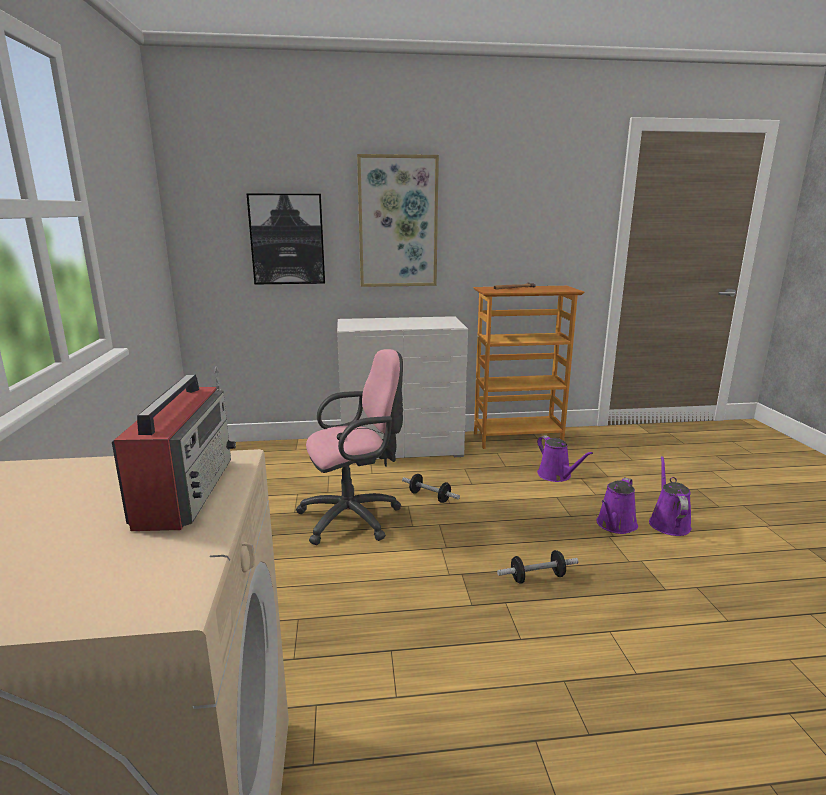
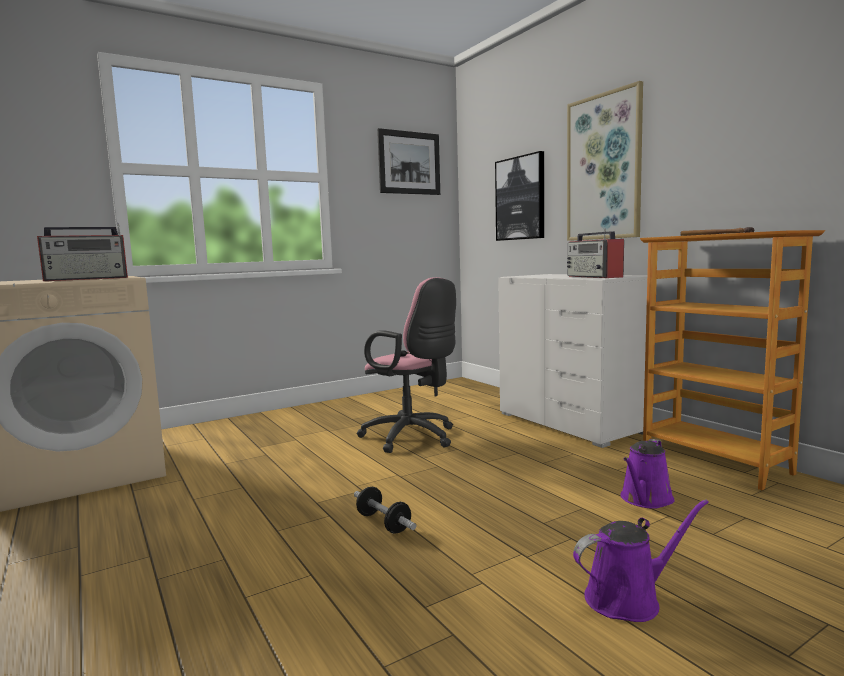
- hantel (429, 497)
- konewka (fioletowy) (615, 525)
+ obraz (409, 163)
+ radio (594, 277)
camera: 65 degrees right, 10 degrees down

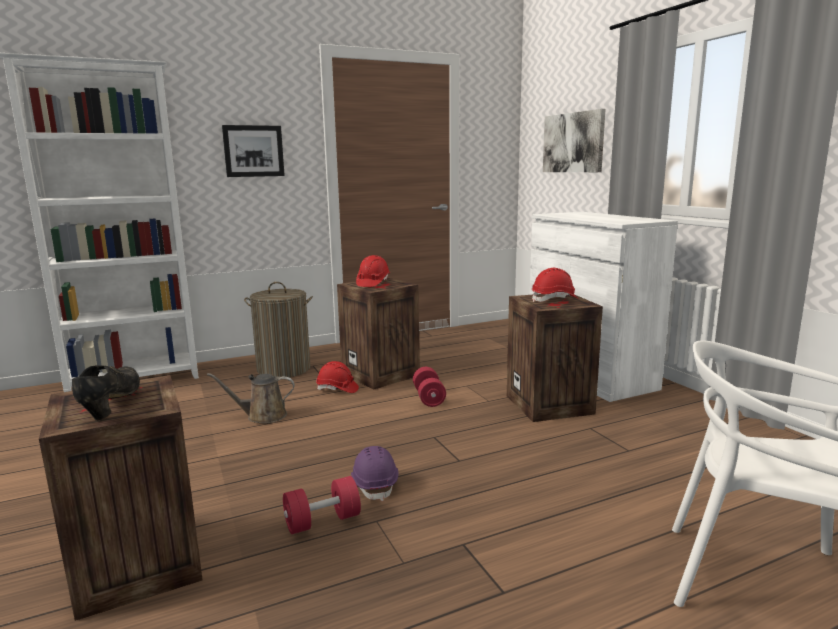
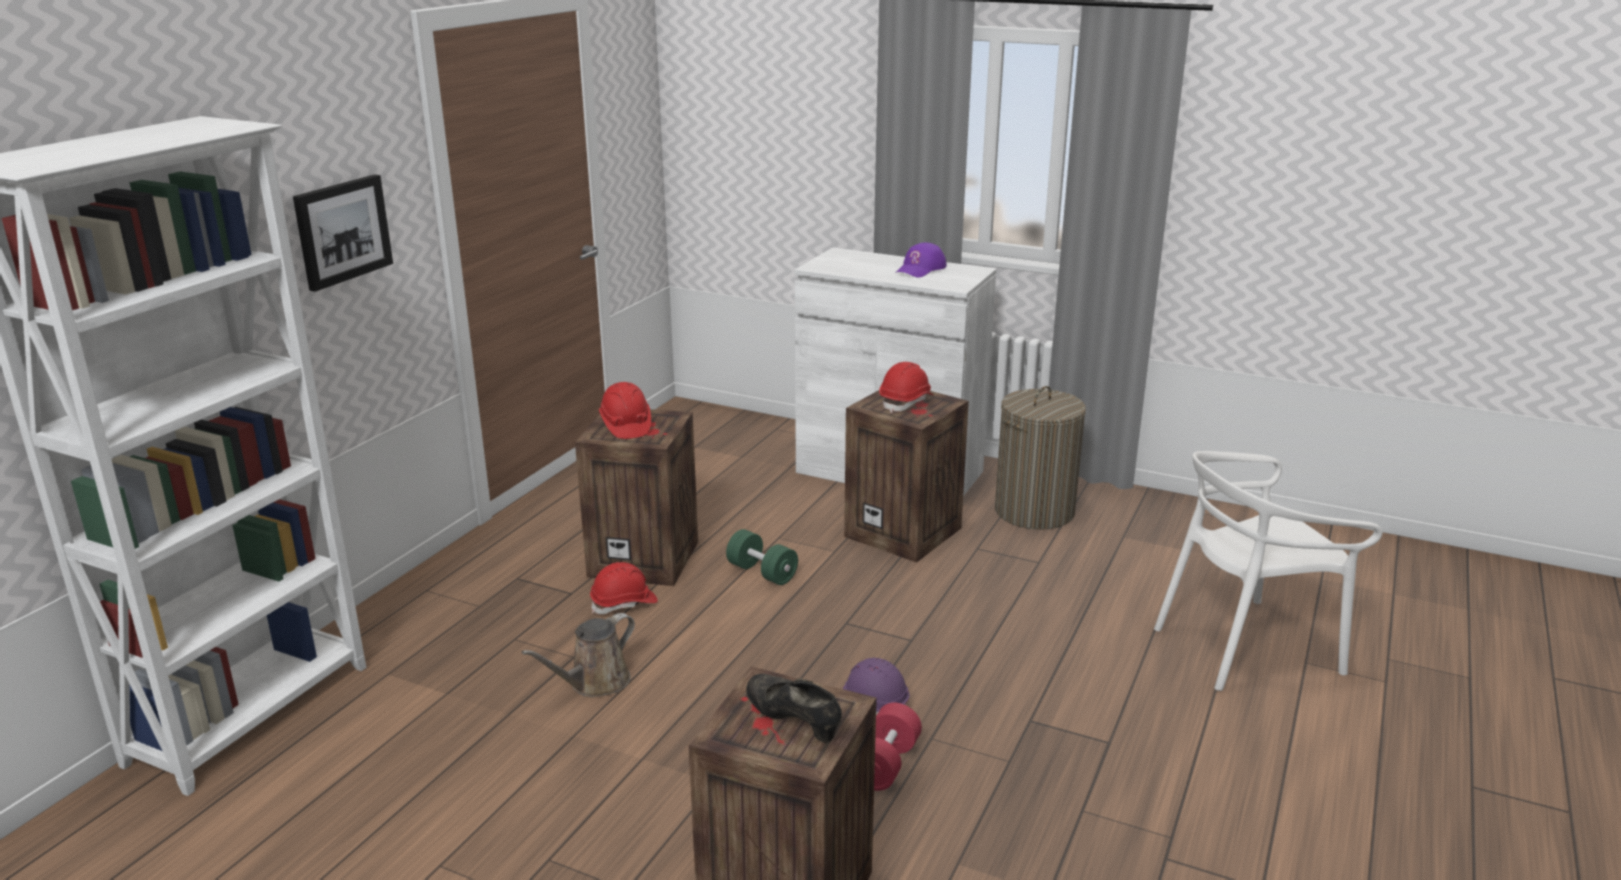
~ kosz na pranie (284, 369) to (1034, 511)
~ hantel (czerwony) (429, 398) to hantel (zielony) (762, 572)
- obraz (573, 142)
+ czapka z daszkiem (fioletowy) (921, 269)
camera: 40 degrees left, 10 degrees up

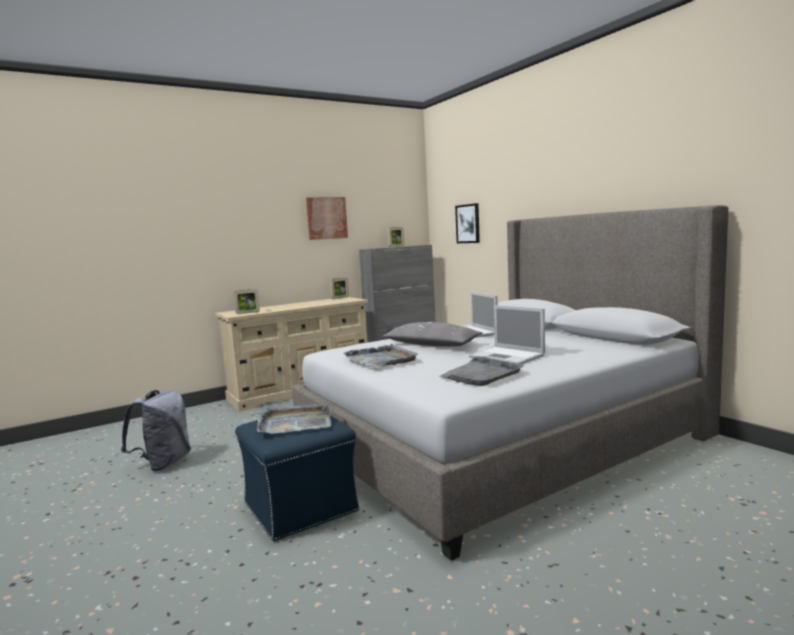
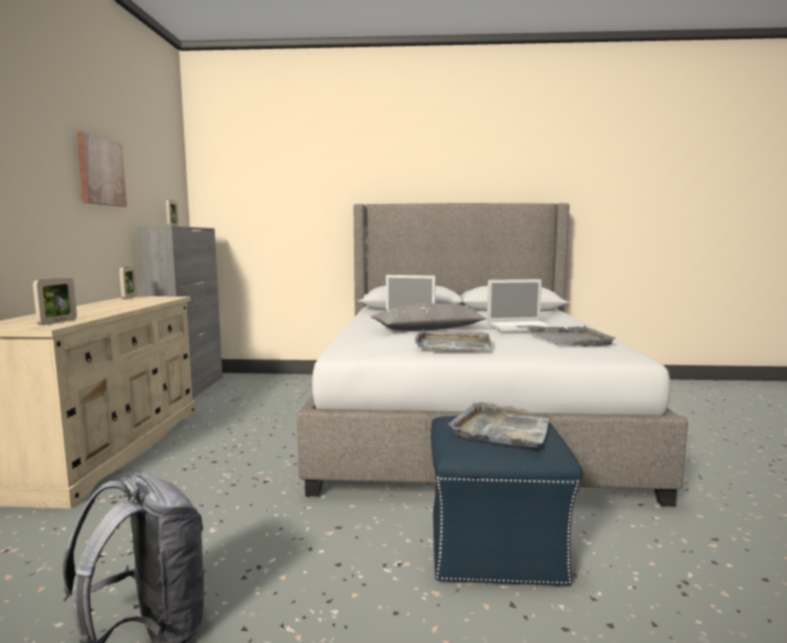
- obraz (468, 223)
camera: 55 degrees left, 0 degrees up

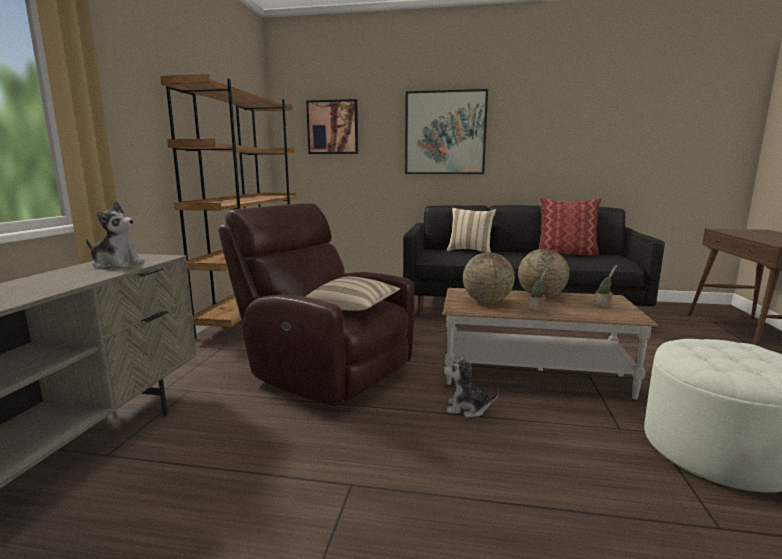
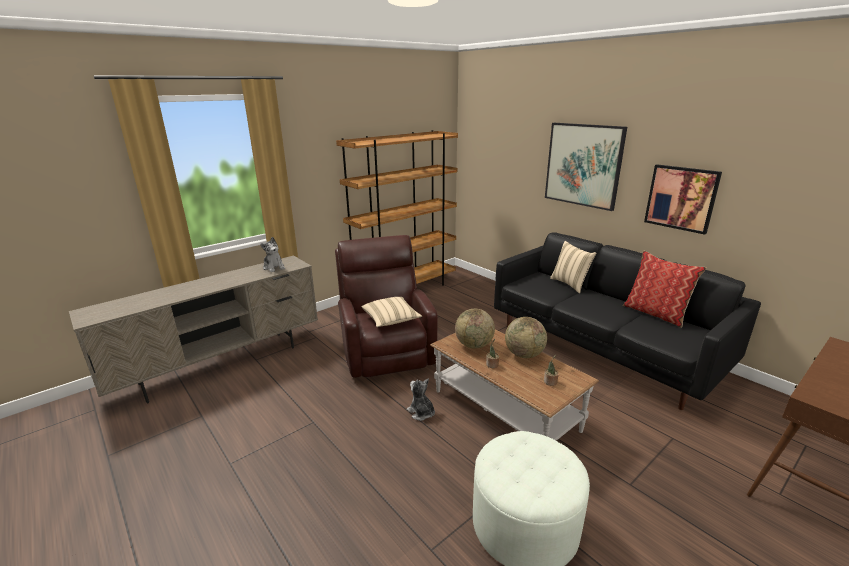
~ obraz (333, 127) to (681, 198)
camera: 40 degrees right, 10 degrees up

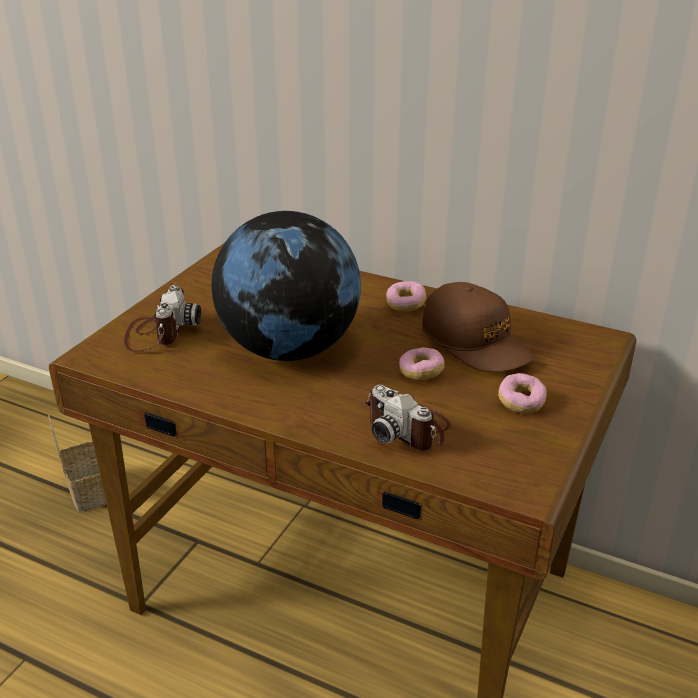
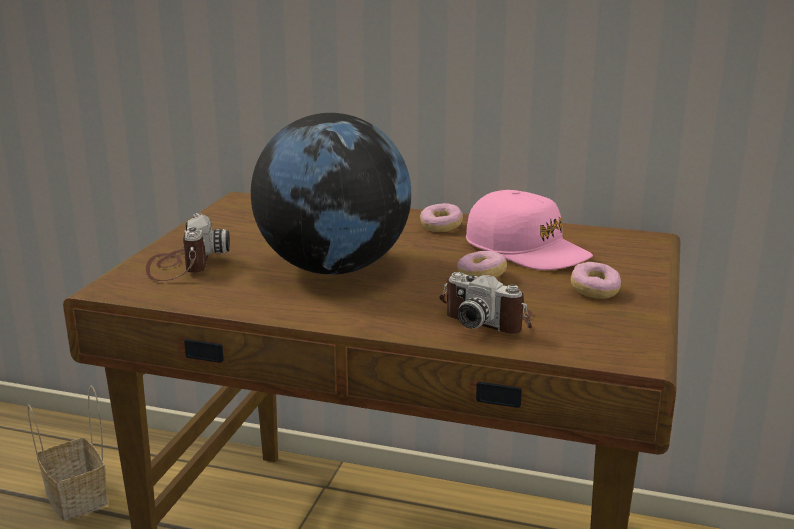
~ czapka z daszkiem (brązowy) (476, 342) to czapka z daszkiem (różowy) (526, 250)
camera: 10 degrees left, 10 degrees down

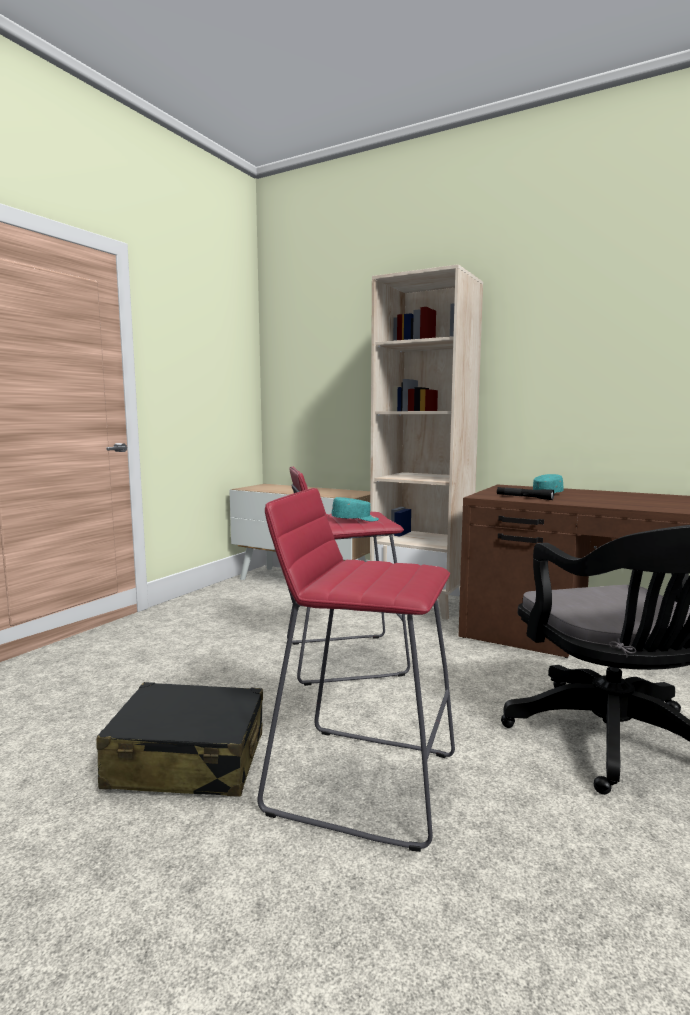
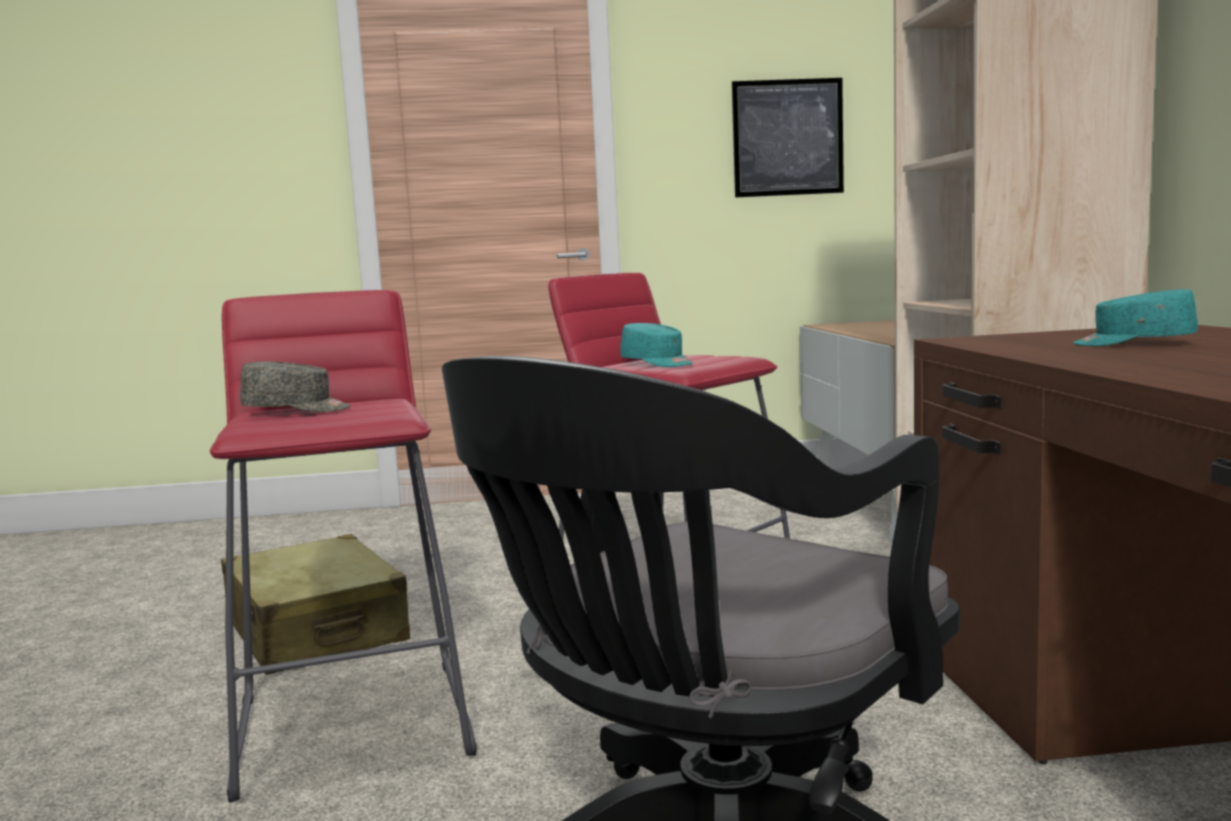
~ walizka (czarny) (187, 761) to walizka (beżowy) (316, 631)
- latarka (czarny) (524, 497)
+ czapka z daszkiem (szary) (297, 410)
+ obraz (788, 138)
camera: 55 degrees right, 0 degrees up

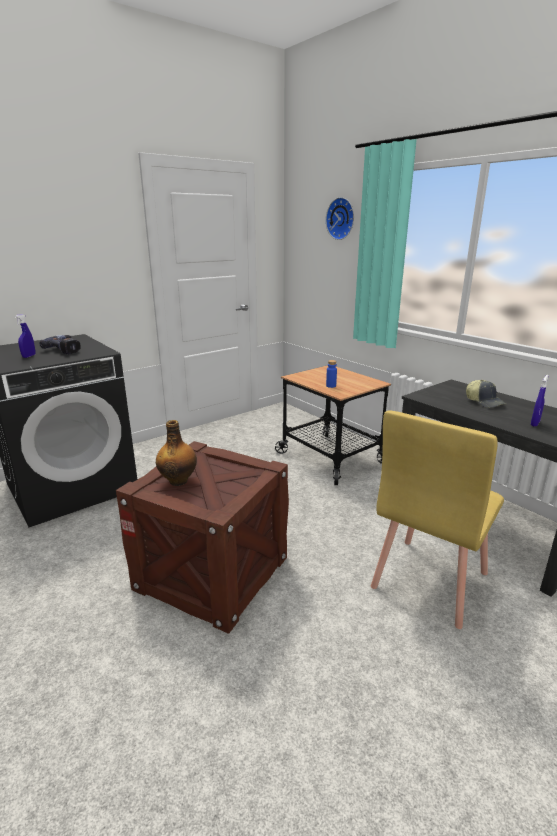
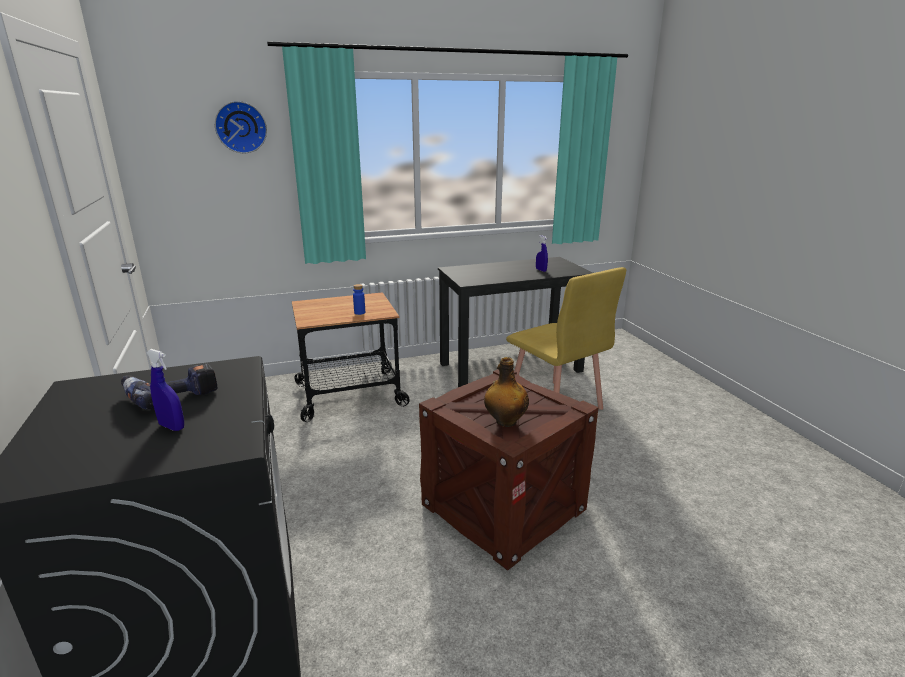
- czapka z daszkiem (484, 402)
camera: 70 degrees left, 0 degrees up

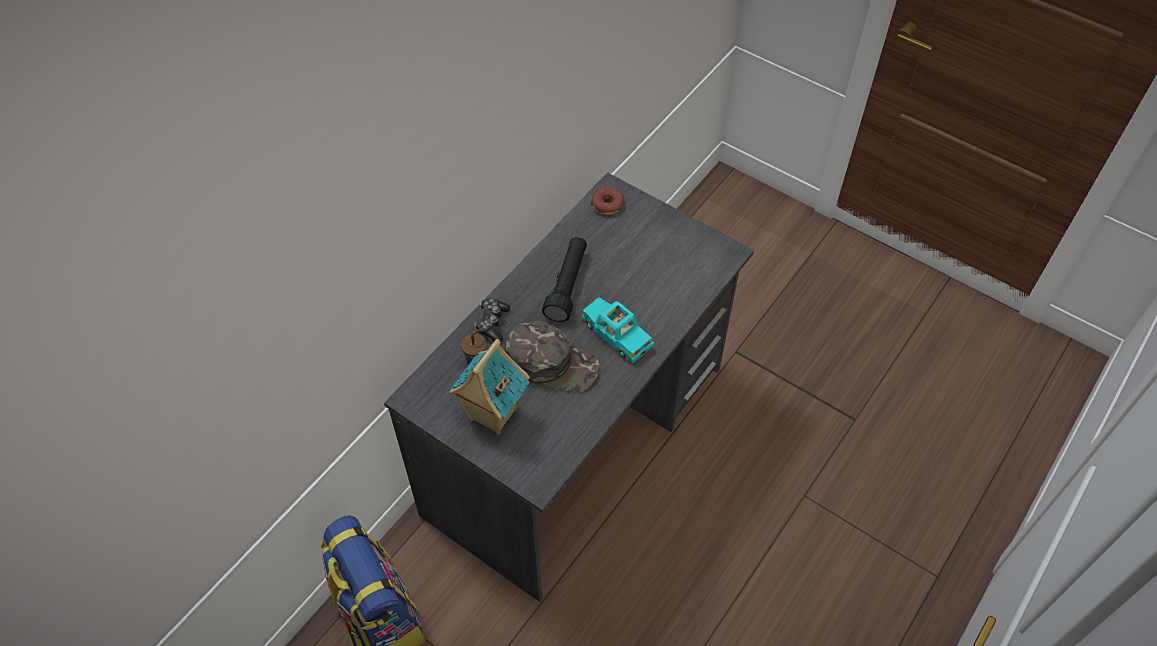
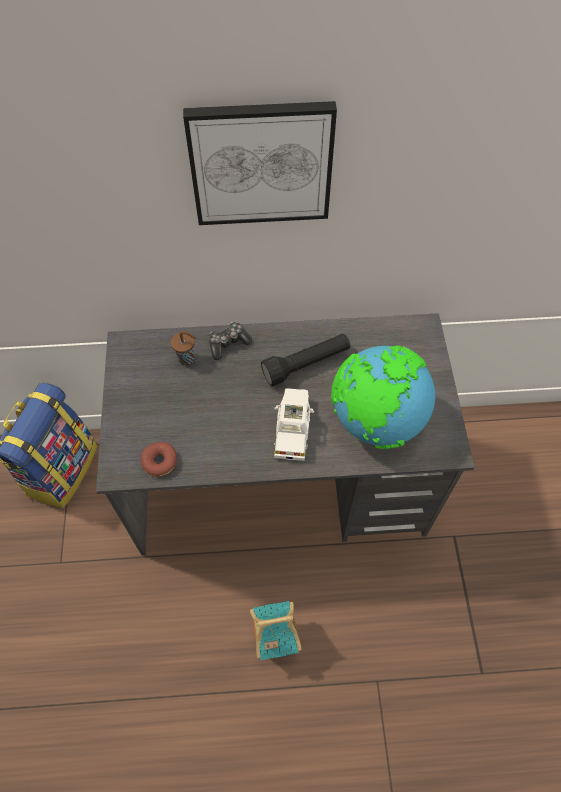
~ domek (492, 415) to (274, 638)
- czapka z daszkiem (zielony) (552, 363)
~ samochodzik (turkusowy) (616, 334) to samochodzik (biały) (293, 428)
~ donut (607, 204) to (160, 462)
+ obraz (261, 163)
+ globus (375, 421)
camera: 50 degrees right, 5 degrees up

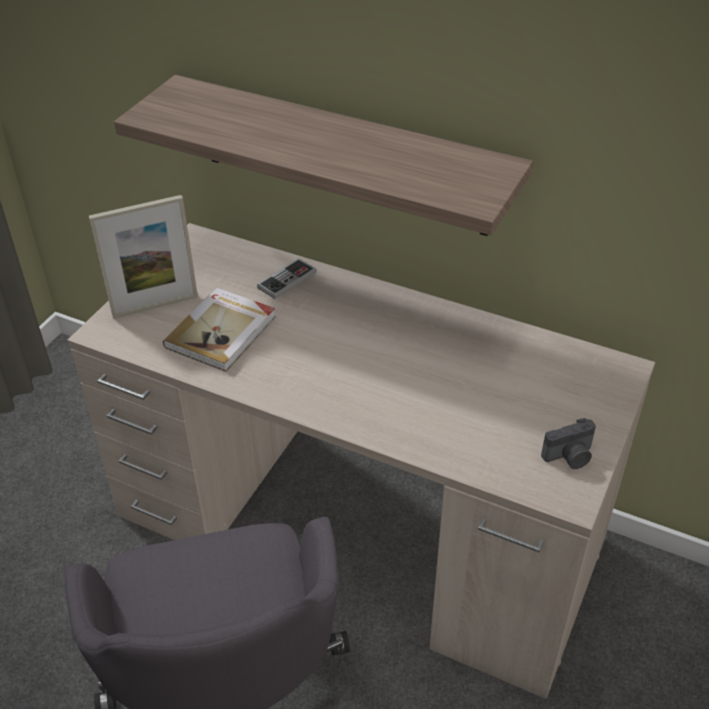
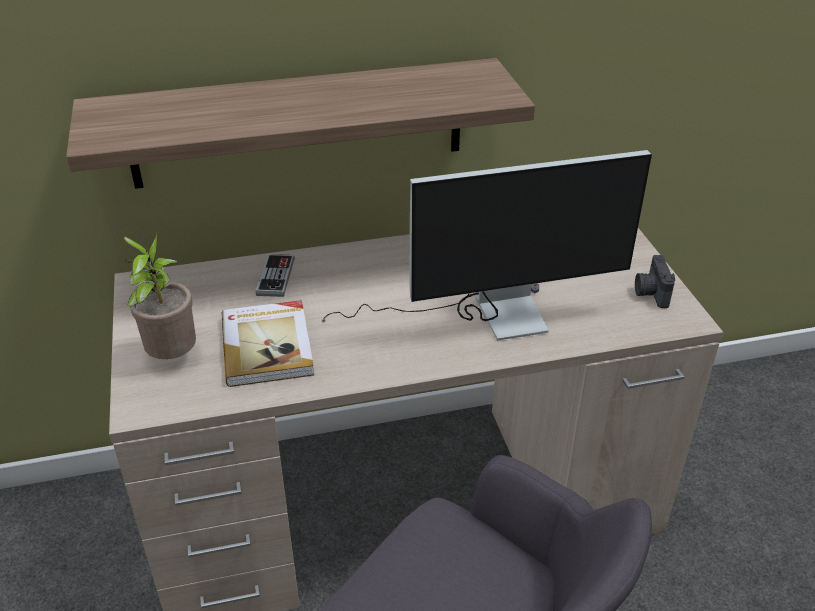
~ ramka na zdjęcie (155, 306) to roślina doniczkowa (171, 357)
~ aparat fotograficzny (569, 457) = (650, 293) 150 degrees clockwise
+ monitor (487, 316)
camera: 40 degrees left, 5 degrees down

